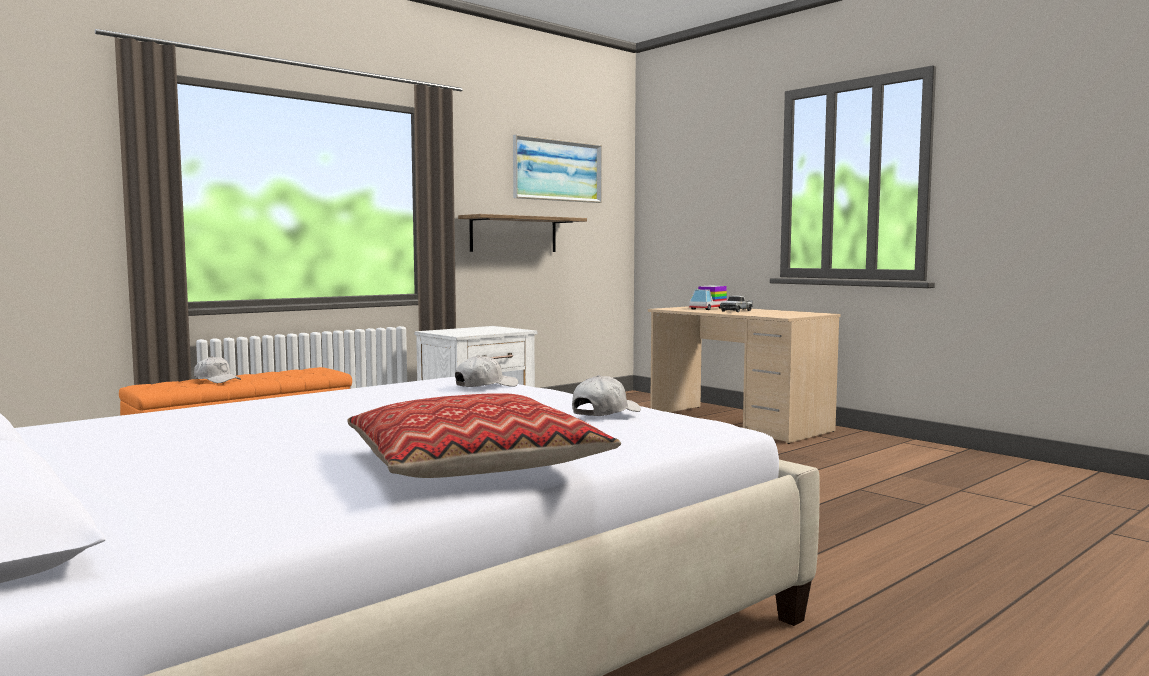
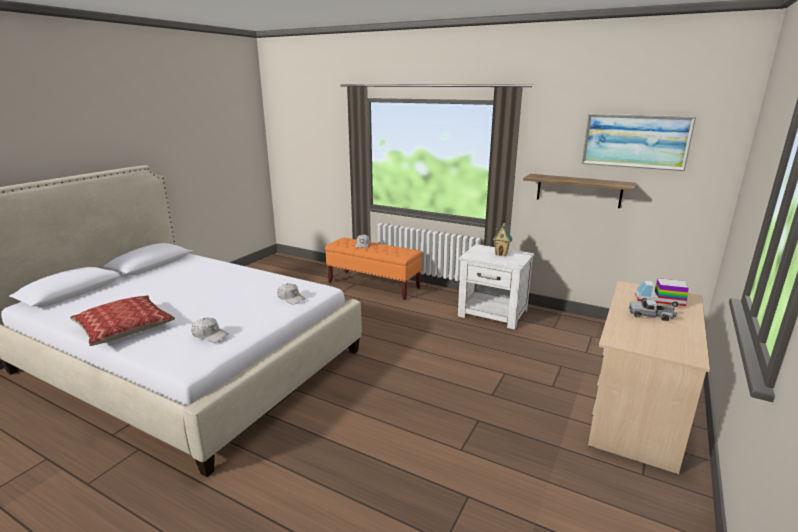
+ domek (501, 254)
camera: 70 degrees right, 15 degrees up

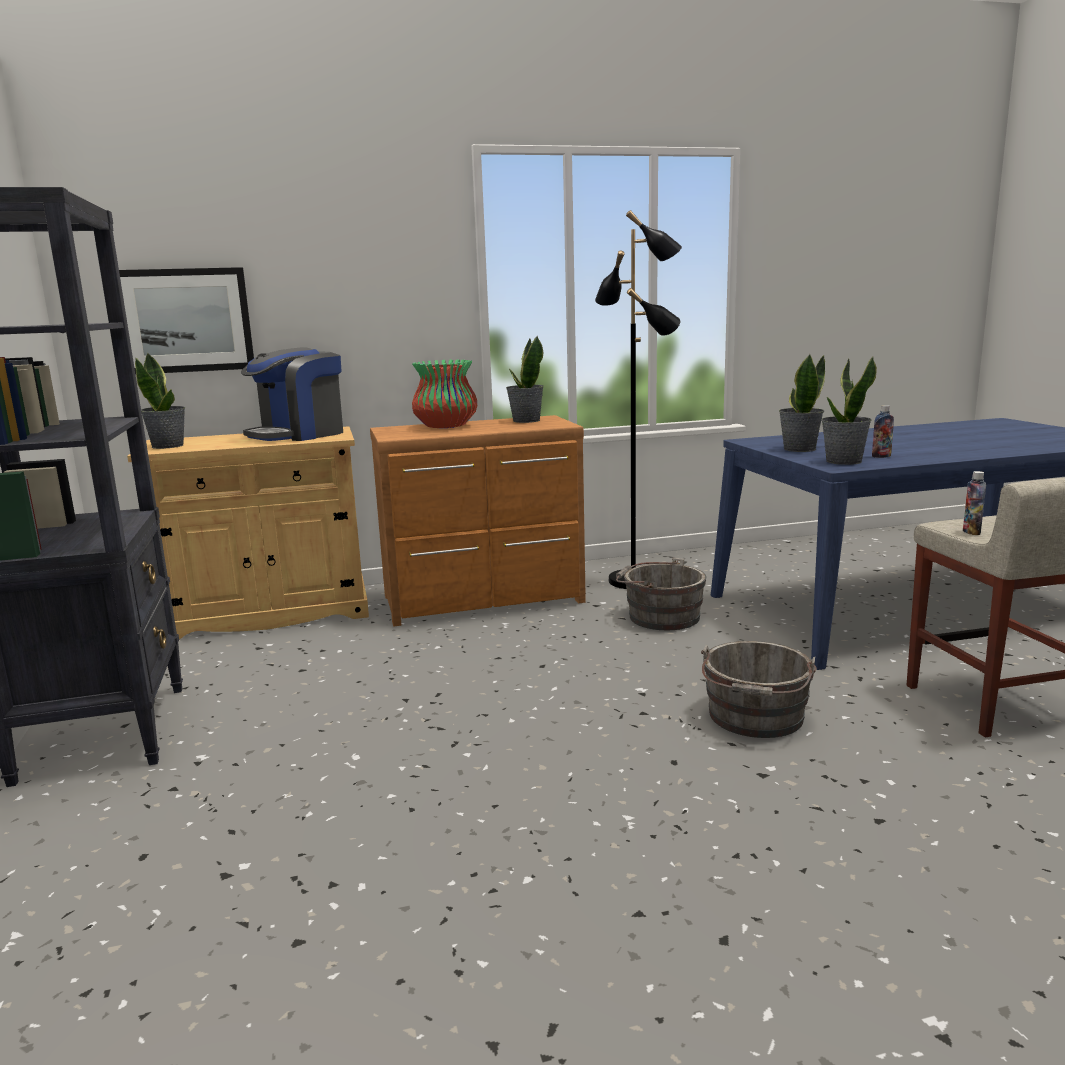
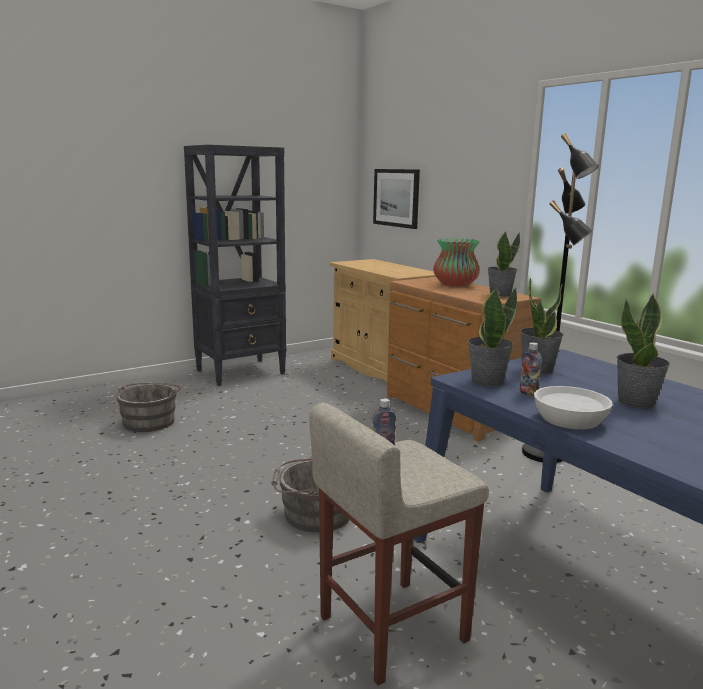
~ roślina doniczkowa (168, 446) to (637, 402)
- ekspres do kawy (299, 435)
~ wiadro (szary) (659, 616) to (150, 421)
+ miska (biały) (571, 420)
camera: 70 degrees right, 0 degrees up

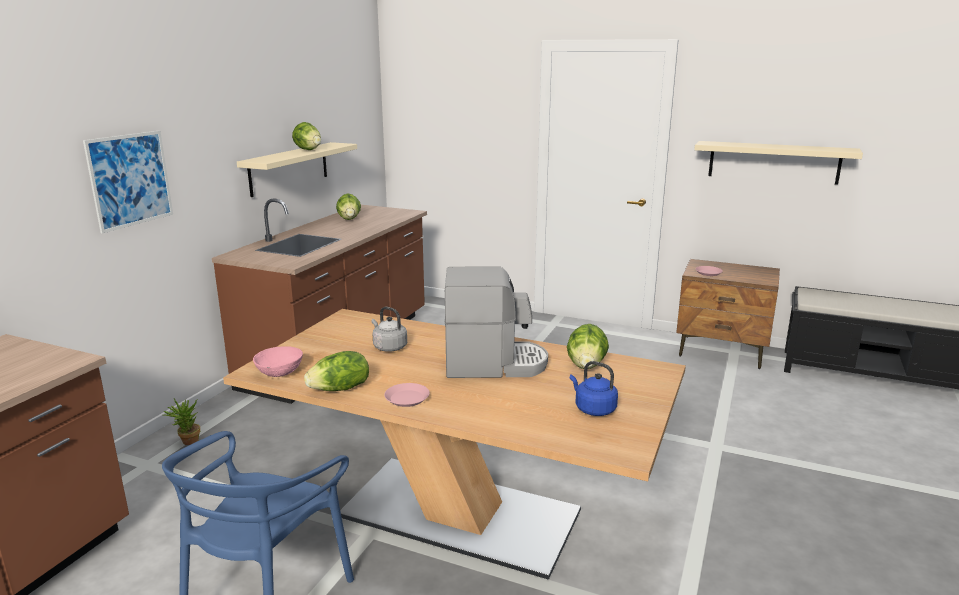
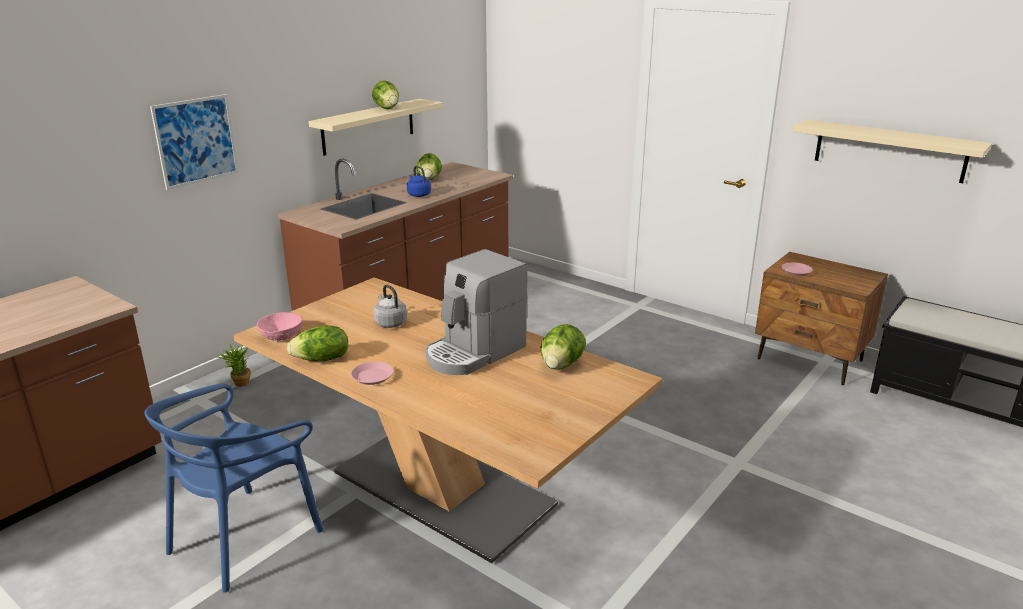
~ ekspres do kawy (494, 364) = (474, 352) 120 degrees clockwise
~ czajnik (niebieski) (593, 409) to (418, 194)
camera: 15 degrees right, 5 degrees up

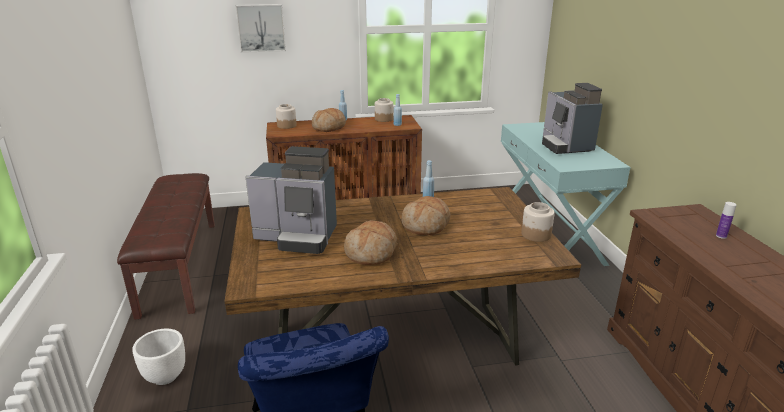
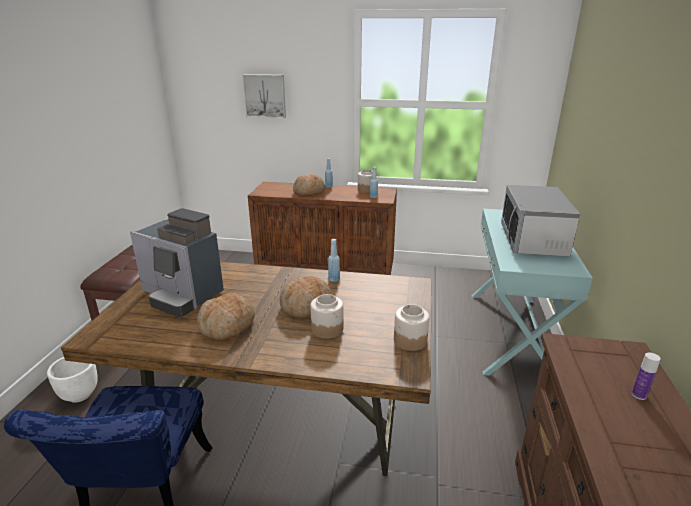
~ słoik (287, 125) to (327, 329)
~ ekspres do kawy (565, 145) to mikrofalówka (533, 241)
camera: 20 degrees right, 0 degrees up

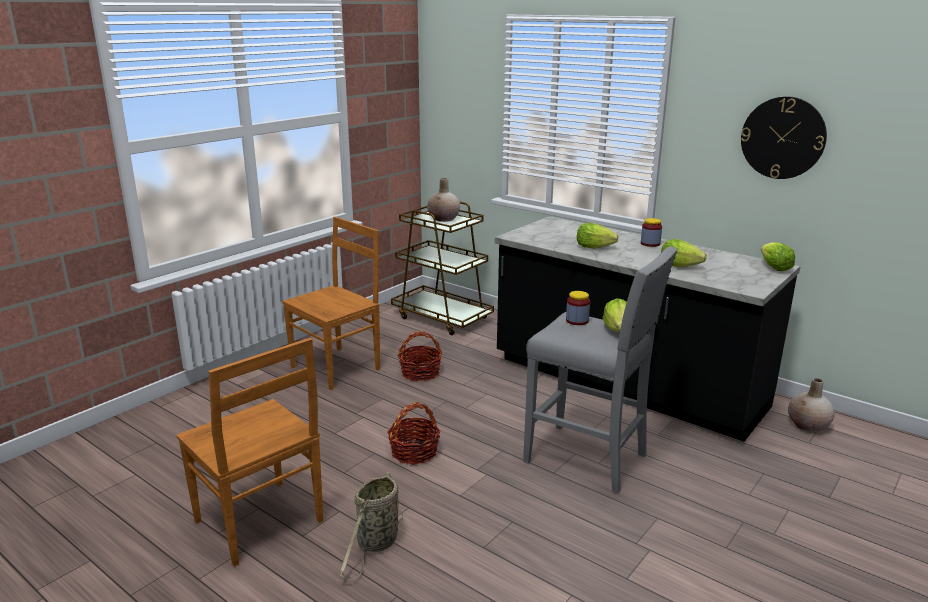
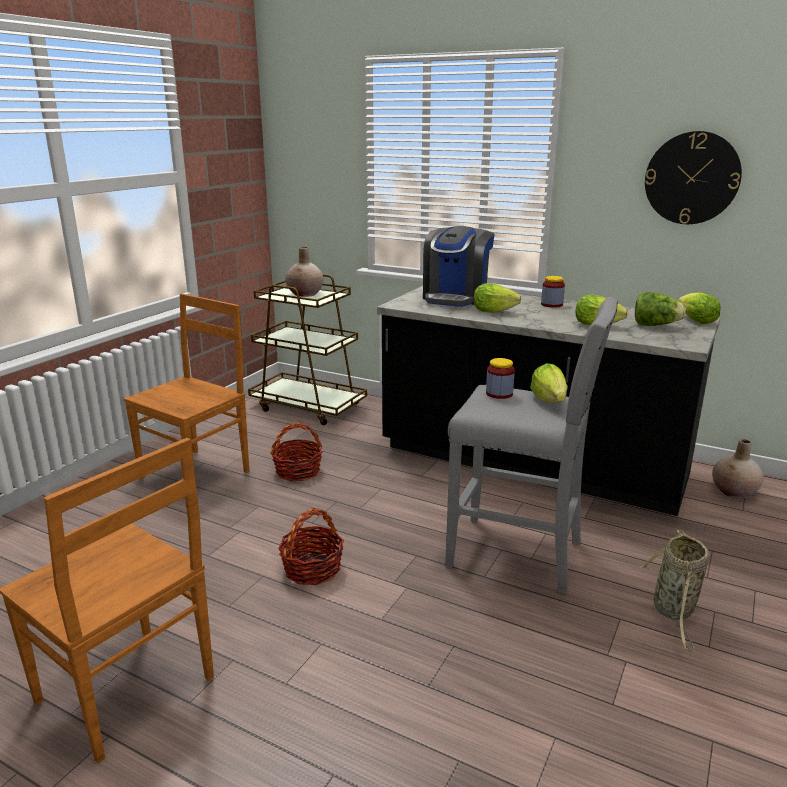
~ koszyk (376, 544) to (674, 611)
+ ekspres do kawy (456, 298)
+ sałata (655, 325)
camera: 10 degrees left, 0 degrees up

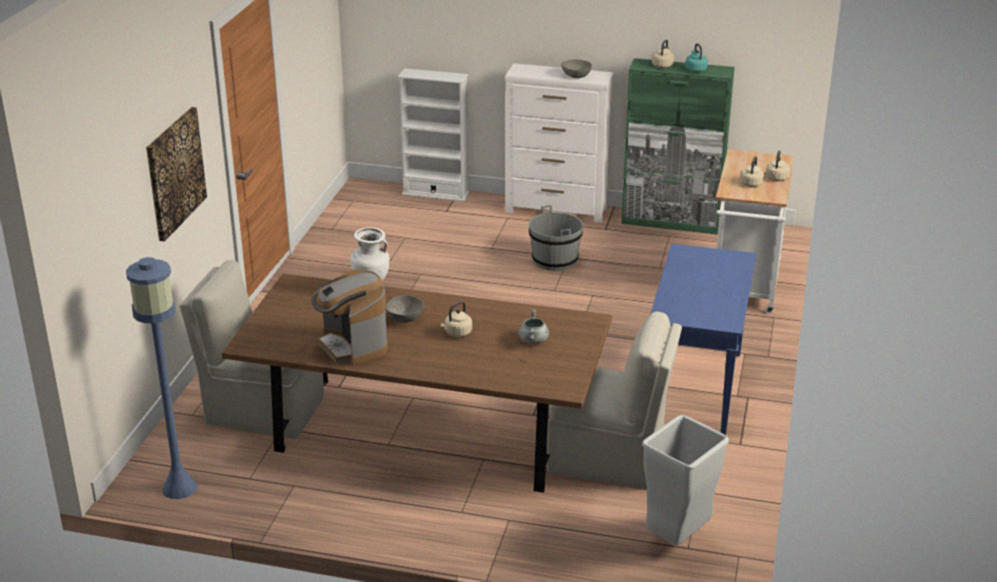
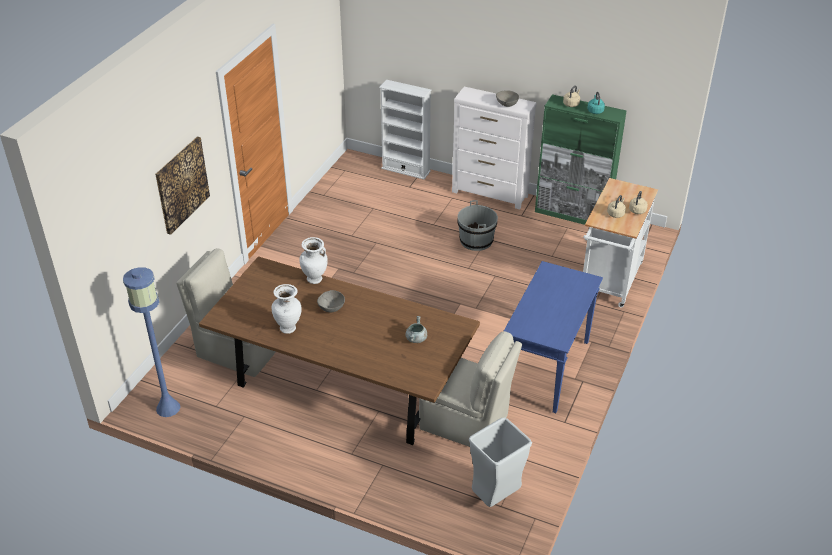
~ ekspres do kawy (352, 346) to wazon (biały) (288, 328)
- czajnik (beżowy) (457, 333)
camera: 10 degrees right, 10 degrees up

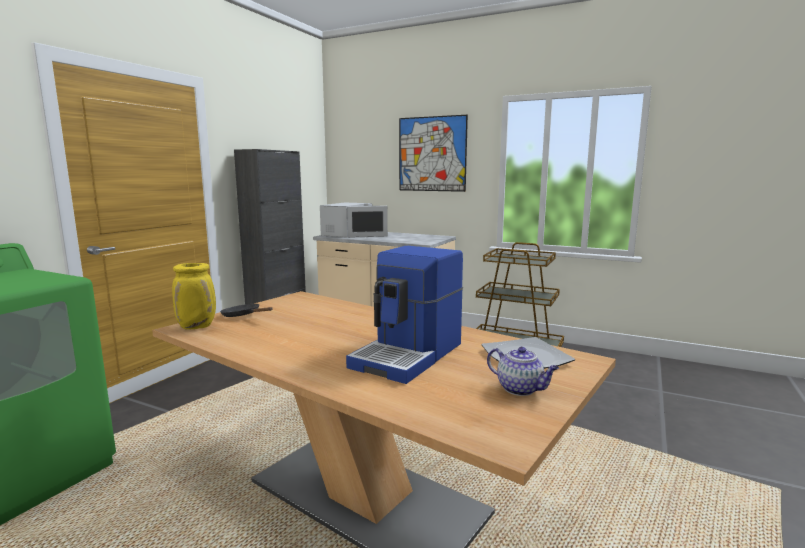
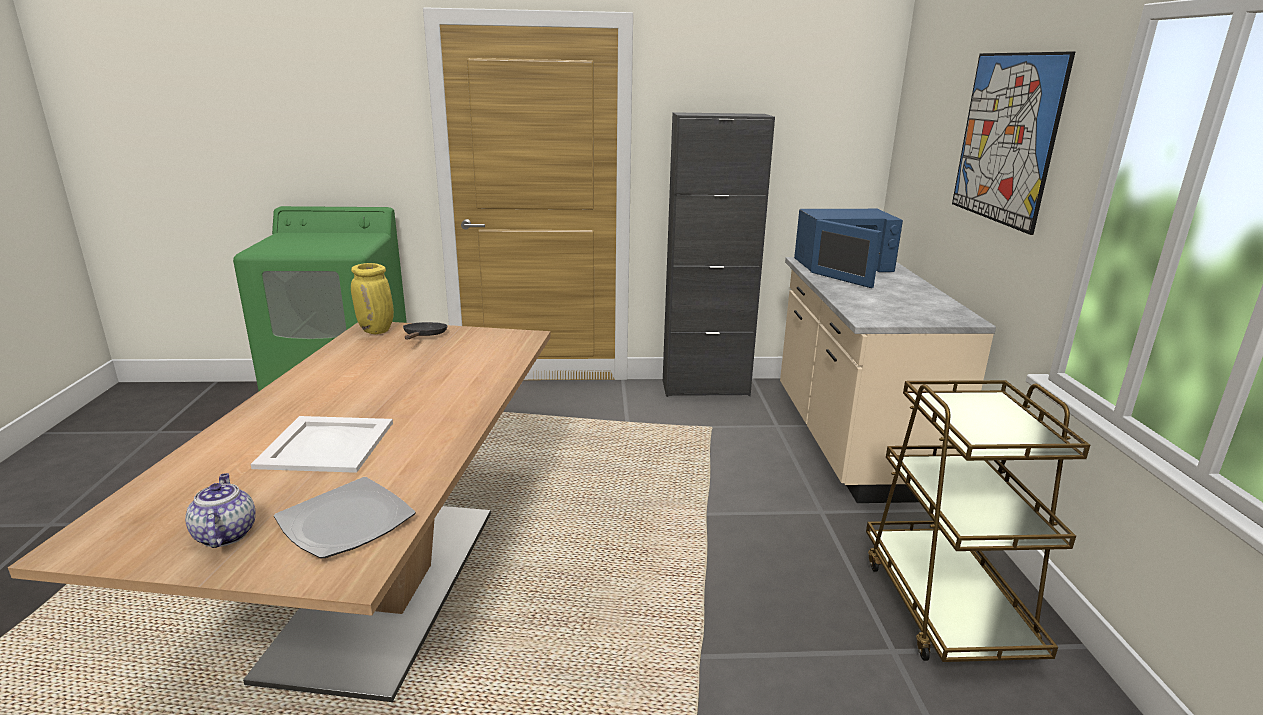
~ mikrofalówka (biały) (348, 234) to mikrofalówka (niebieski) (842, 267)
~ ekspres do kawy (409, 355) to taca (biały) (327, 445)
~ imbryk (521, 389) = (225, 534) 150 degrees clockwise
camera: 60 degrees right, 10 degrees up

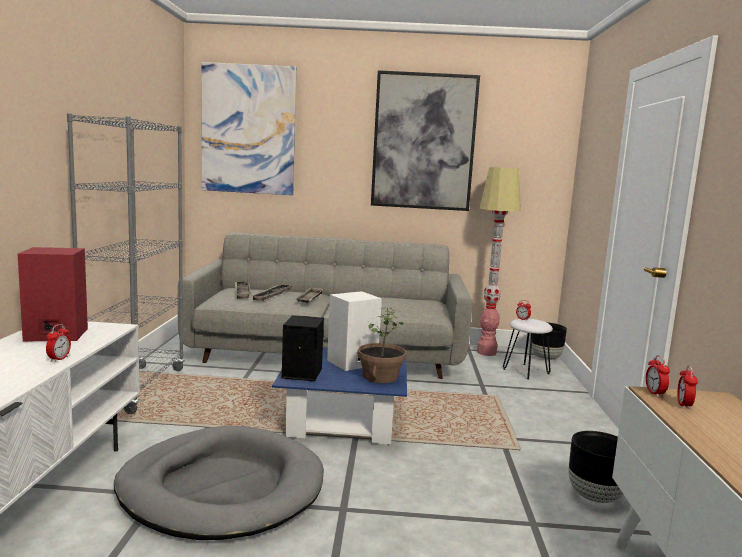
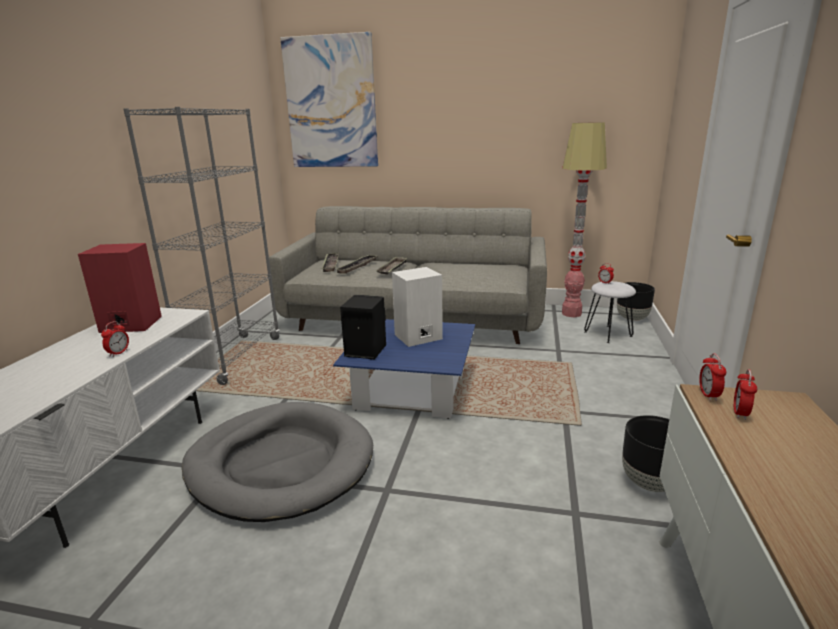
- roślina doniczkowa (380, 376)
- obraz (423, 142)
camera: 10 degrees right, 10 degrees up

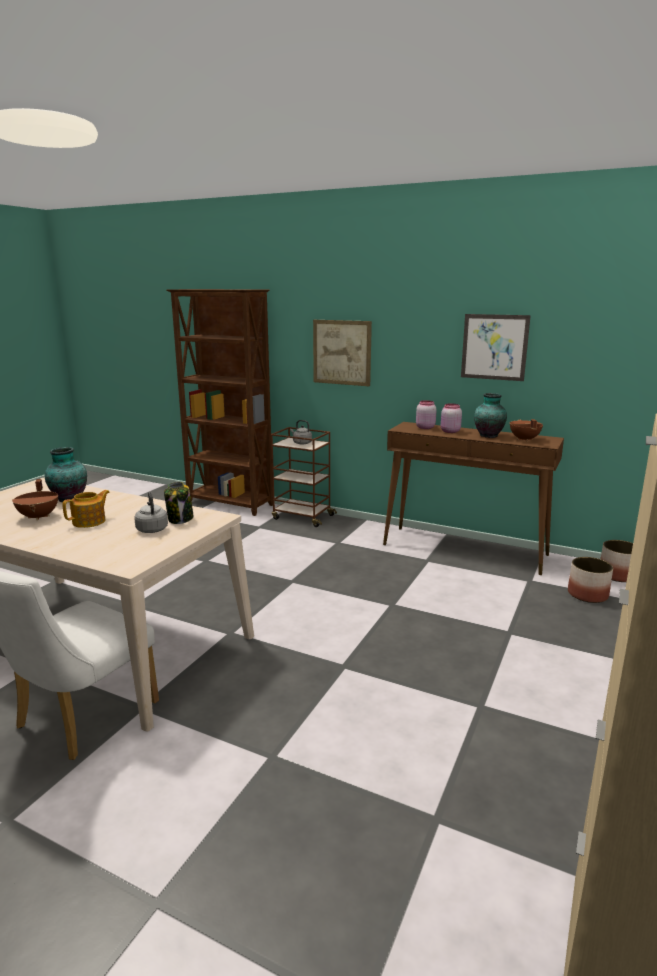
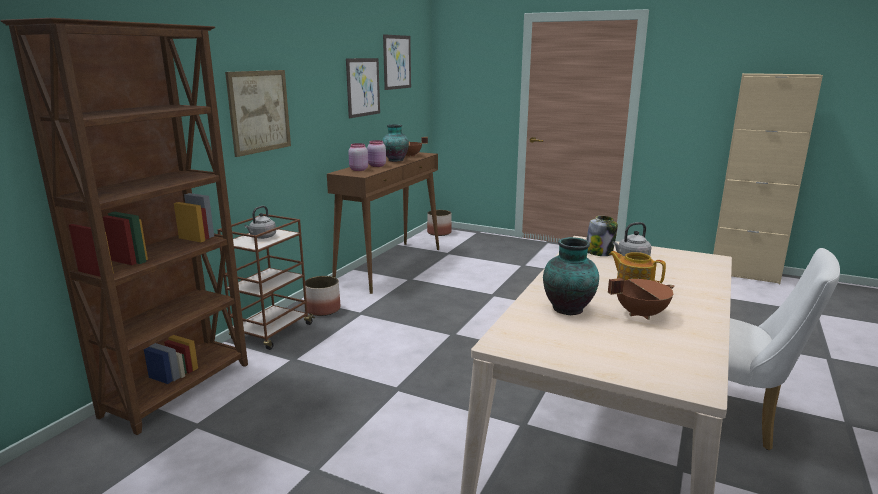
~ donica (587, 595) to (323, 309)
+ obraz (397, 62)
camera: 90 degrees left, 0 degrees up

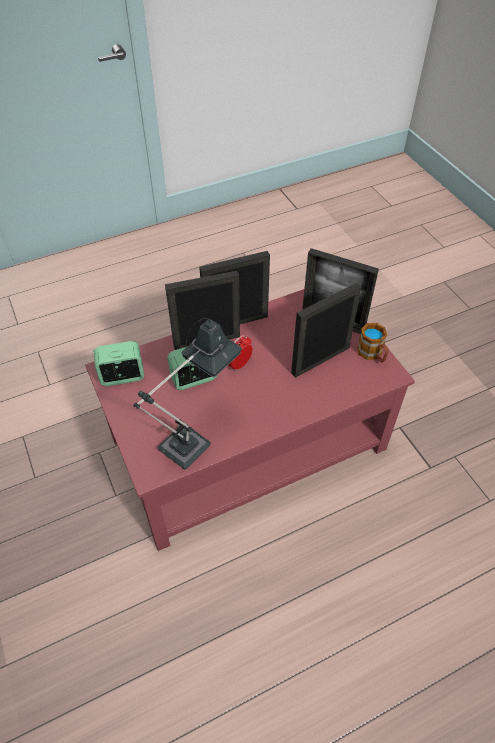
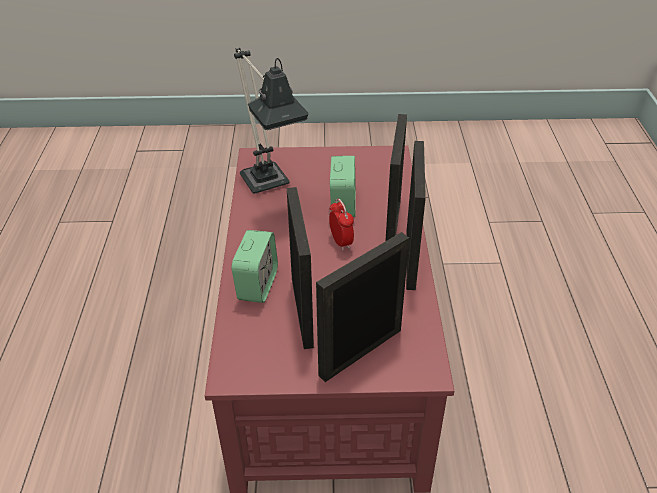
~ budzik (122, 376) to (257, 285)
- kubek (372, 354)
camera: 115 degrees right, 10 degrees down

